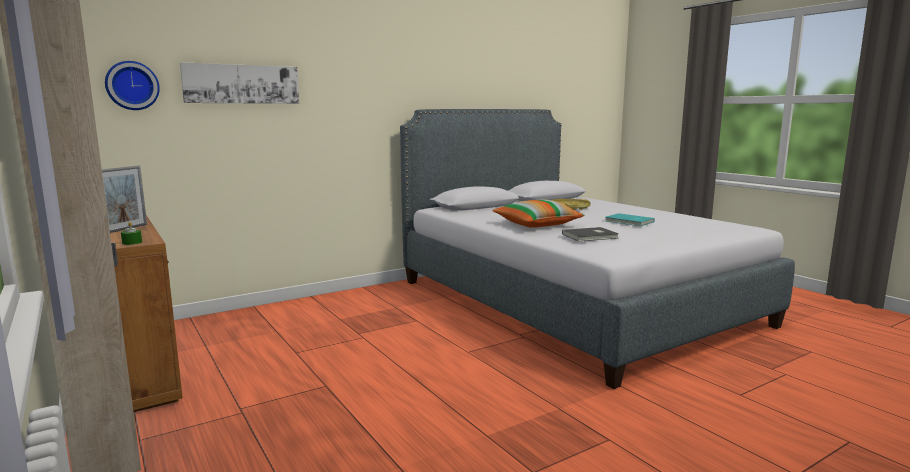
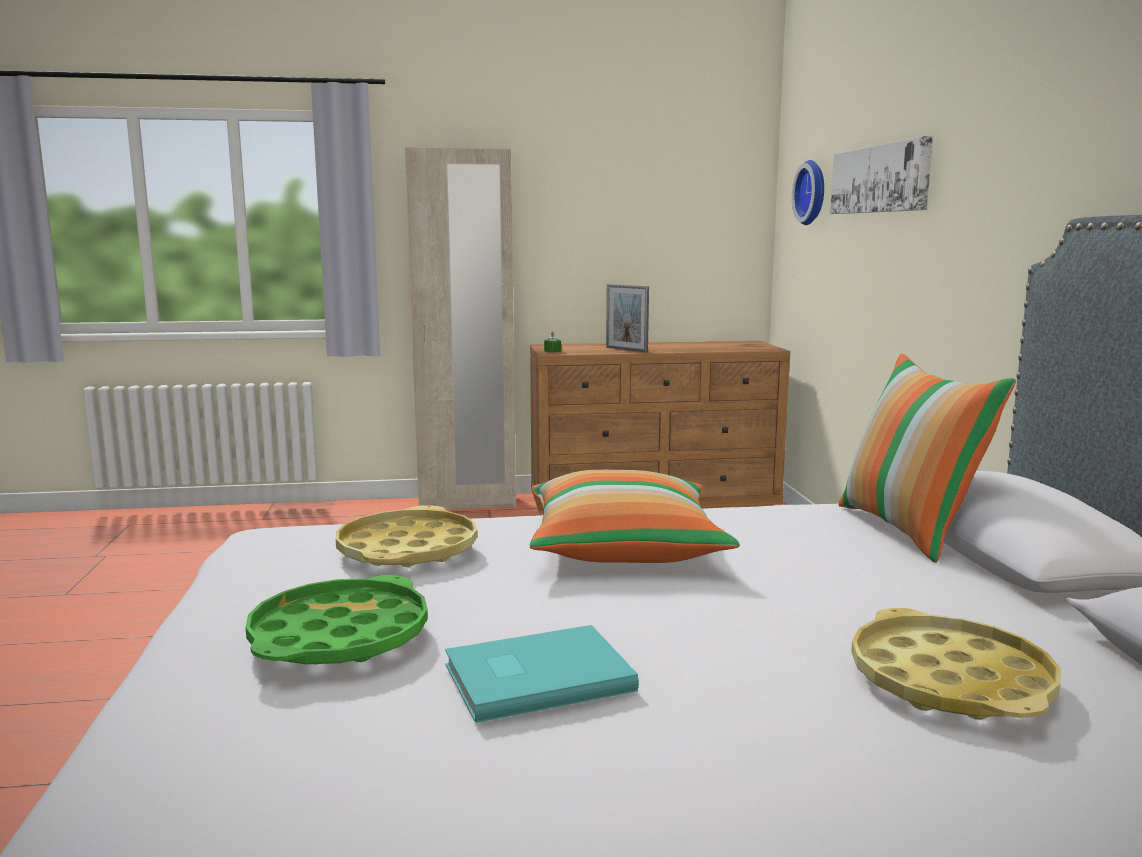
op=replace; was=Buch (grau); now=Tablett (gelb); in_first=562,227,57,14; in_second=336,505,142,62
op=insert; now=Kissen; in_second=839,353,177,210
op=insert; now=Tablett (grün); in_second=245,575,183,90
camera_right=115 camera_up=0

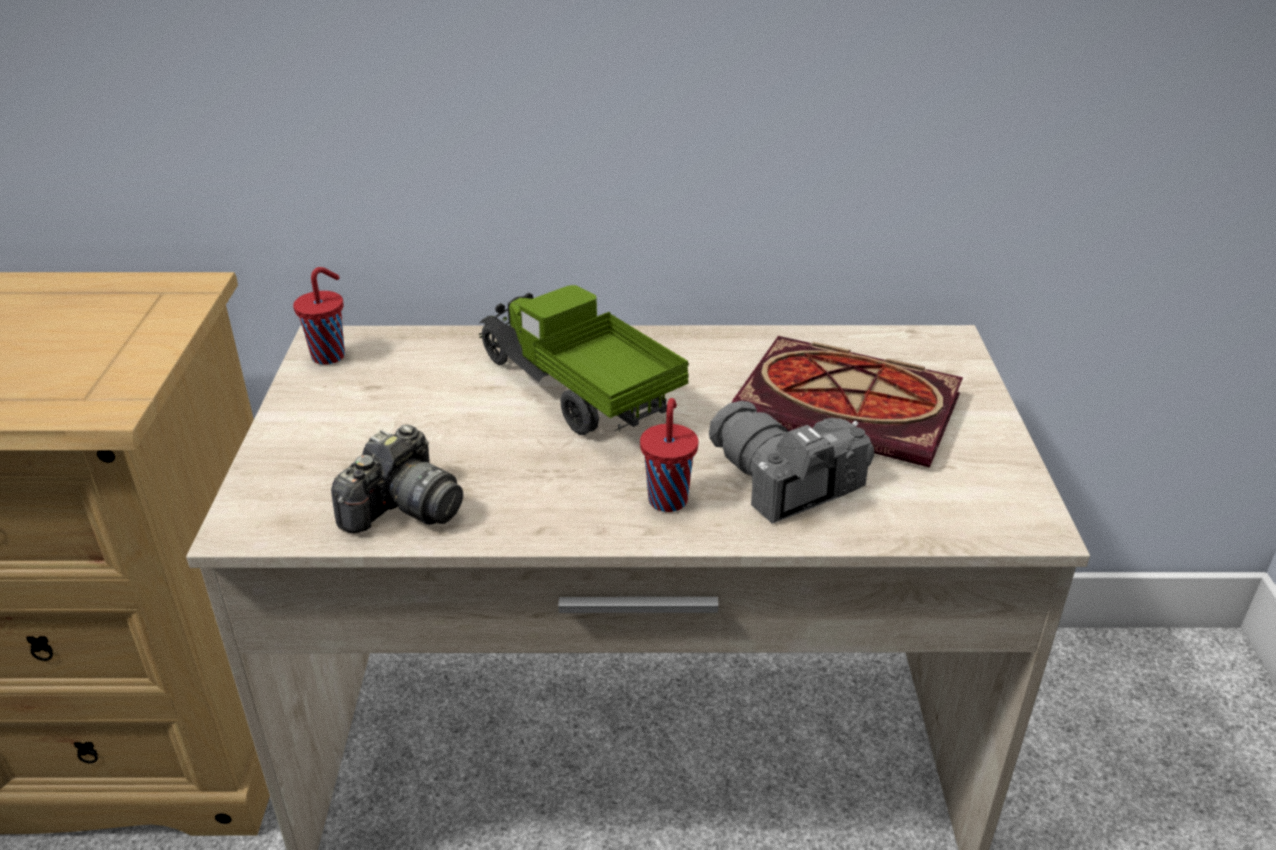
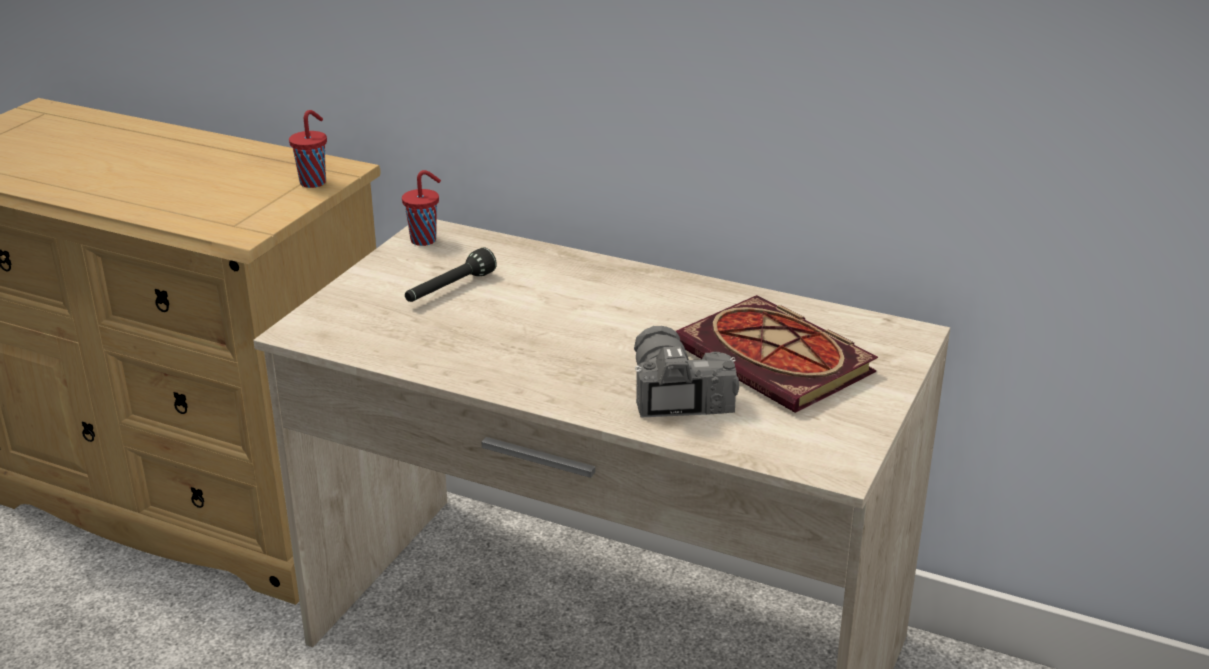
op=delete; was=Spielzeuglaster; in_first=479,285,210,150
op=move; was=Tasse (rot); in_first=640,398,58,114; in_second=289,110,38,78
op=delete; was=Kamera; in_first=331,425,132,109
op=insert; now=Taschenlampe (schwarz); in_second=405,247,92,55
camera_right=25 camera_up=-5

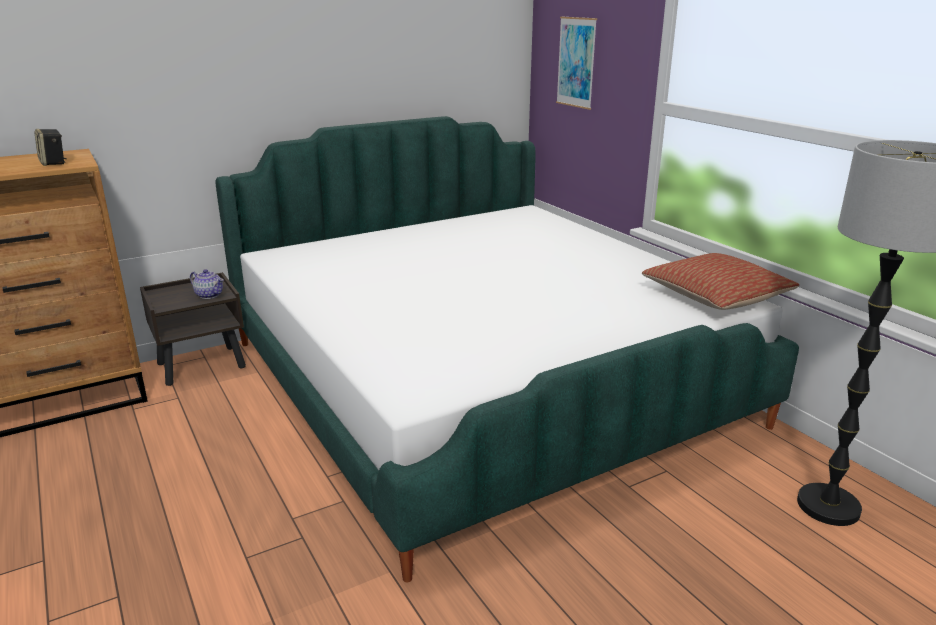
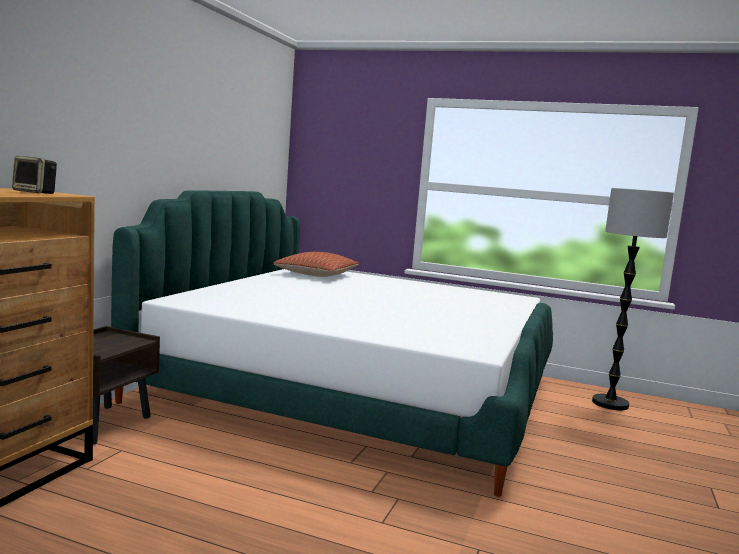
op=delete; was=Bild; in_first=556,17,41,93
op=move; was=Kissen; in_first=642,253,157,57; in_second=273,252,86,25
op=delete; was=Teekanne; in_first=190,269,34,30
camera_right=-40 camera_up=-15

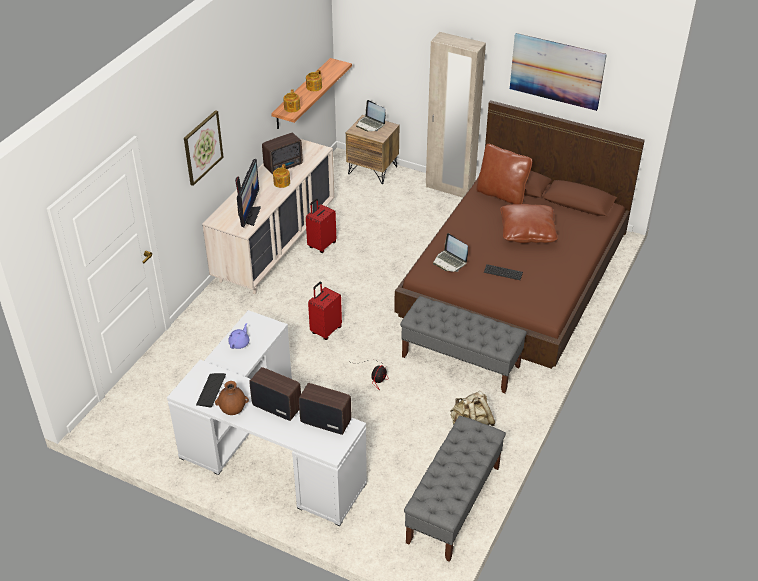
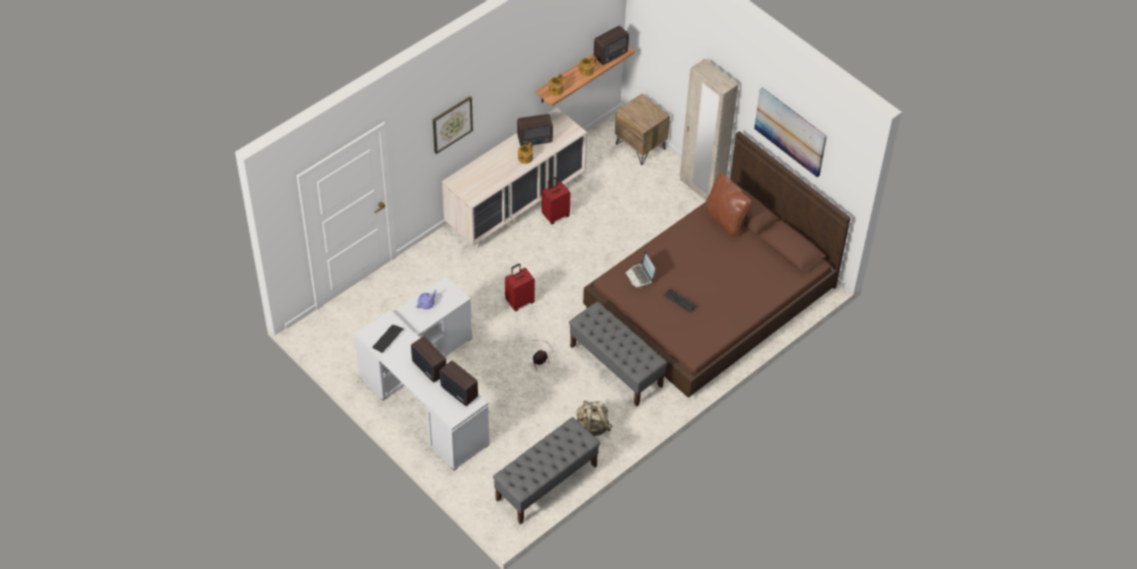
op=delete; was=Laptop; in_first=356,100,30,31
op=delete; was=Monitor; in_first=235,159,26,69
op=delete; was=Kissen (braun); in_first=500,204,58,39
op=delete; was=Vase (braun); in_first=215,381,34,34
op=insert; now=Radio; in_second=594,25,35,40
camera_right=20 camera_up=10

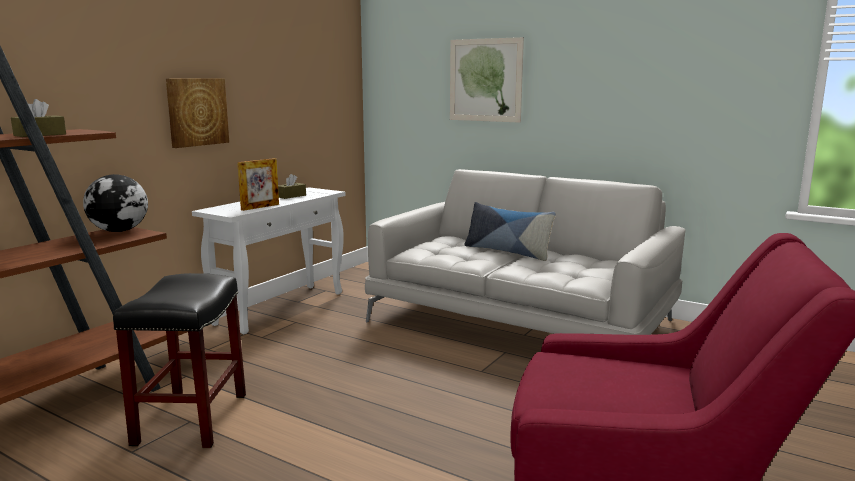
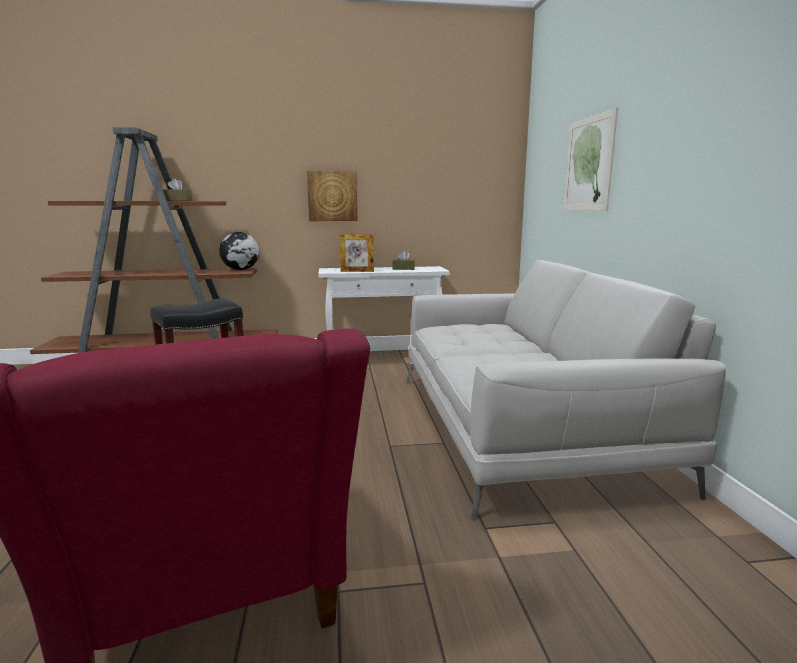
op=delete; was=Kissen; in_first=464,202,92,59
camera_right=50 camera_up=0

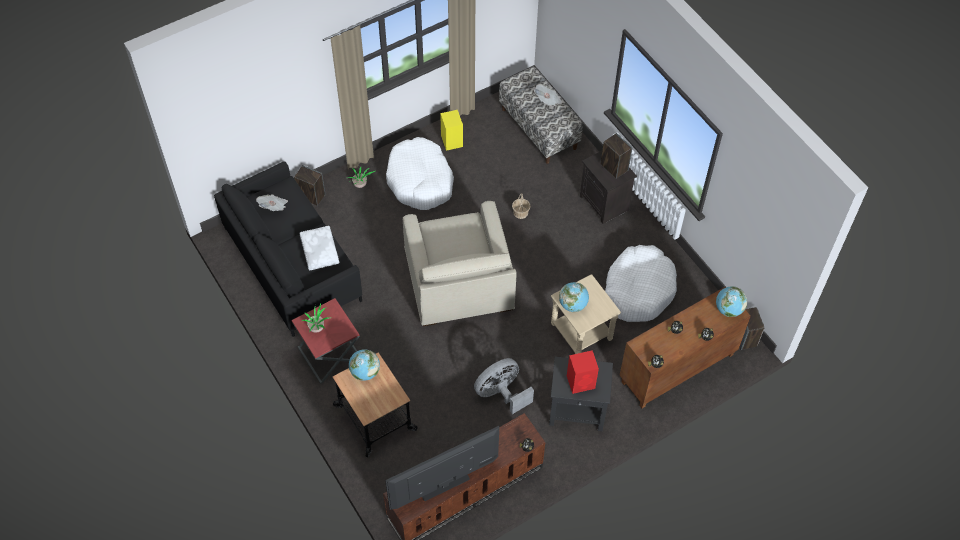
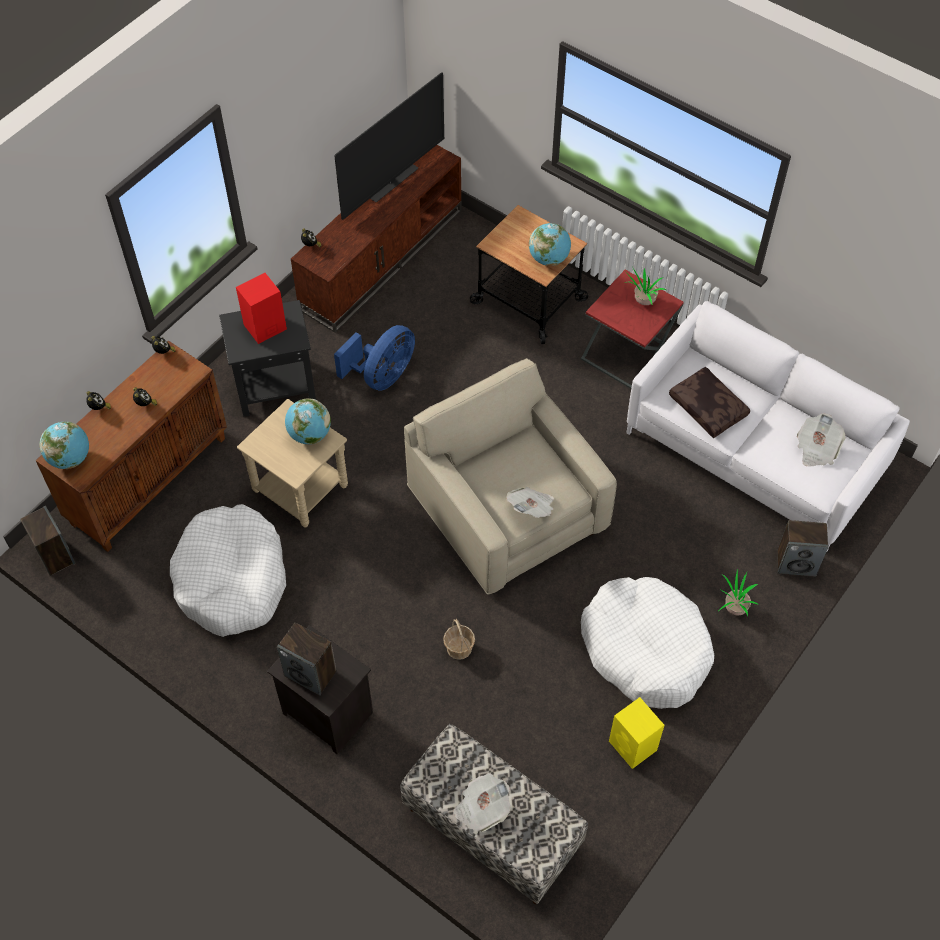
op=recolor; was=Sofa (schwarz); now=Sofa (weiß); in_first=214,161,148,176; in_second=626,301,284,250
op=recolor; was=Kissen (weiß); now=Kissen (braun); in_first=299,226,40,44; in_second=669,367,81,71
op=recolor; was=Ventilator (grau); now=Ventilator (blau); in_first=474,358,60,56; in_second=334,325,81,66
op=insert; now=Zeitung; in_second=506,487,48,31
camera_right=160 camera_up=0

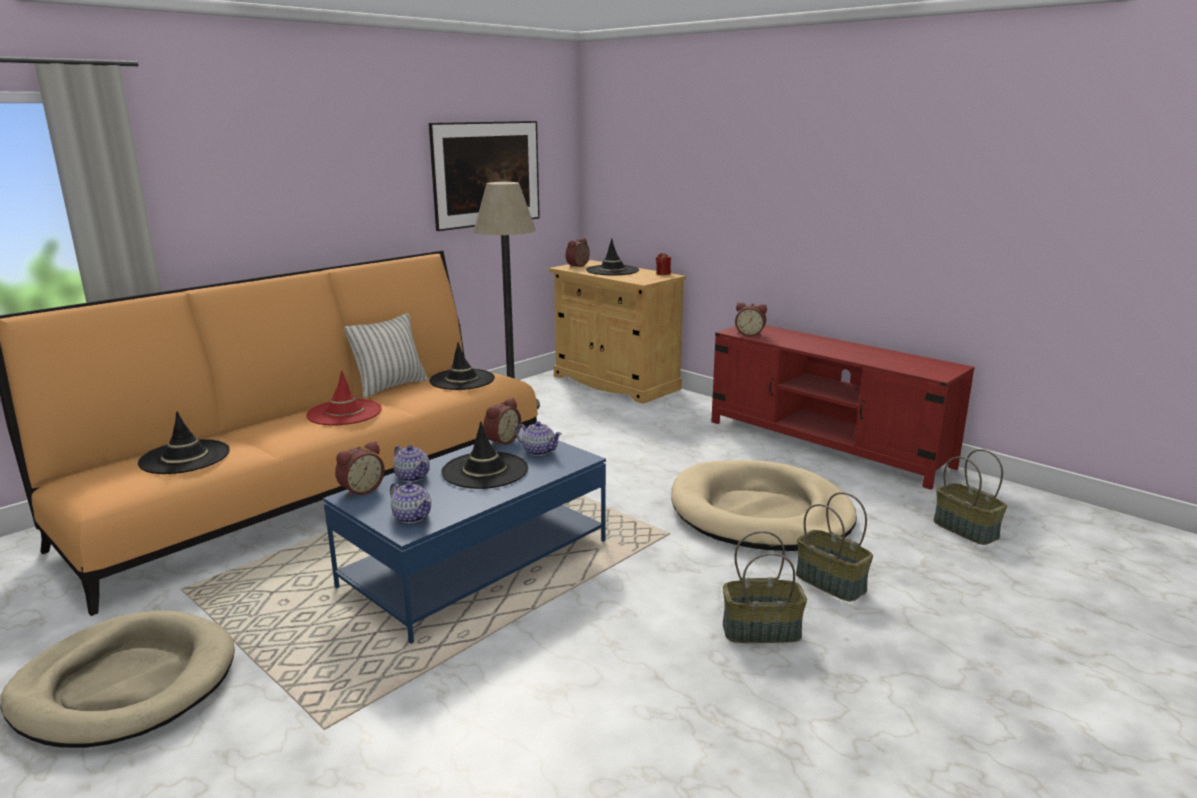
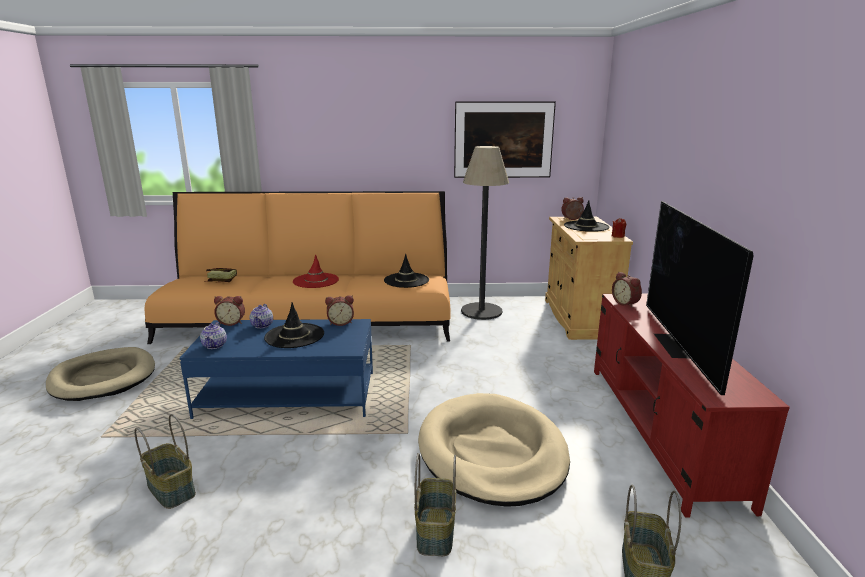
op=delete; was=Kissen; in_first=344,313,84,85
op=replace; was=Hut (schwarz); now=Buch; in_first=138,411,92,63; in_second=204,268,33,14
op=delete; was=Teekanne; in_first=515,421,47,35
op=move; was=Korb; in_first=723,531,84,112; in_second=134,414,62,95
op=insert; now=Fernseher; in_second=646,201,108,194
camera_right=45 camera_up=0

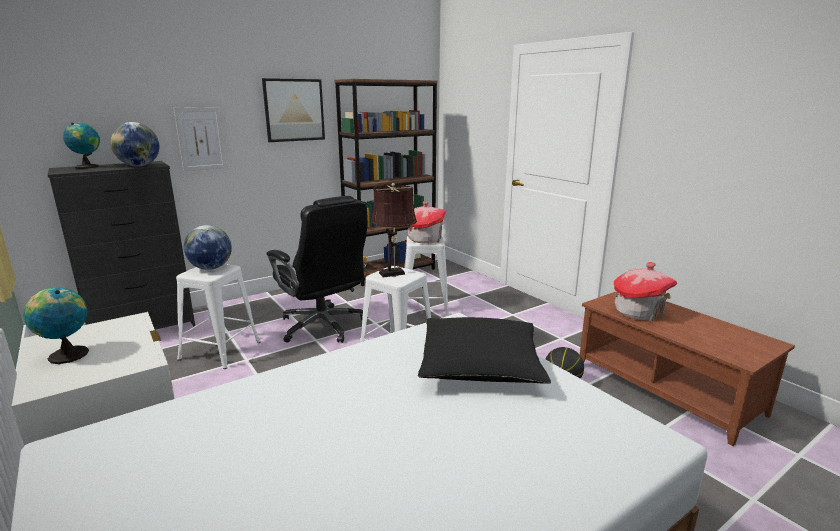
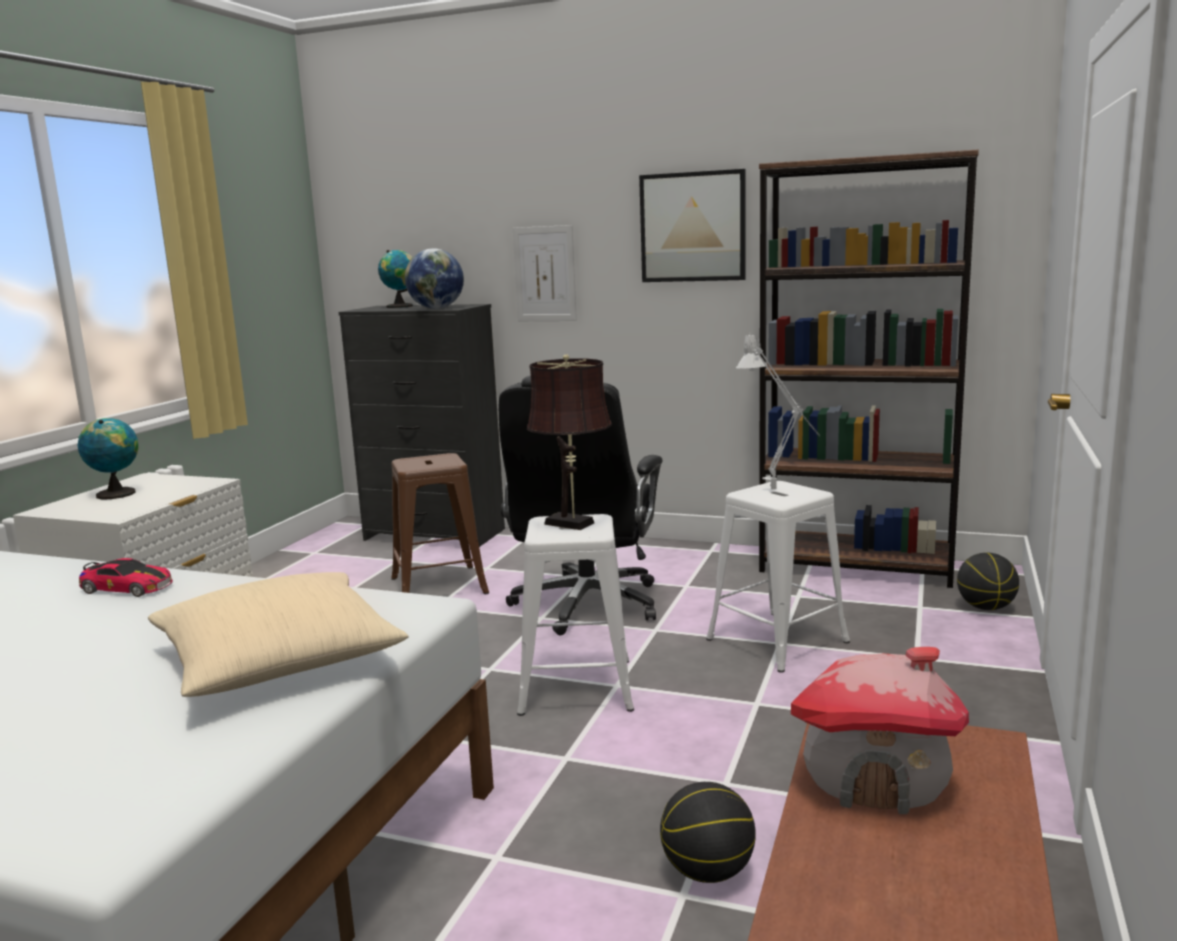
op=replace; was=Spielzeughaus; now=Tischlampe (grau); in_first=408,201,38,42; in_second=736,332,84,157
op=delete; was=Globus; in_first=184,225,48,45
op=recolor; was=Hocker (weiß); now=Hocker (braun); in_first=176,264,85,105; in_second=391,453,98,141
op=recolor; was=Kissen (schwarz); now=Kissen (beige); in_first=418,317,133,67; in_second=148,572,261,125
op=insert; now=Basketball; in_second=957,553,62,57
op=insert; now=Spielzeugauto; in_second=79,558,94,39
camera_right=55 camera_up=-5

